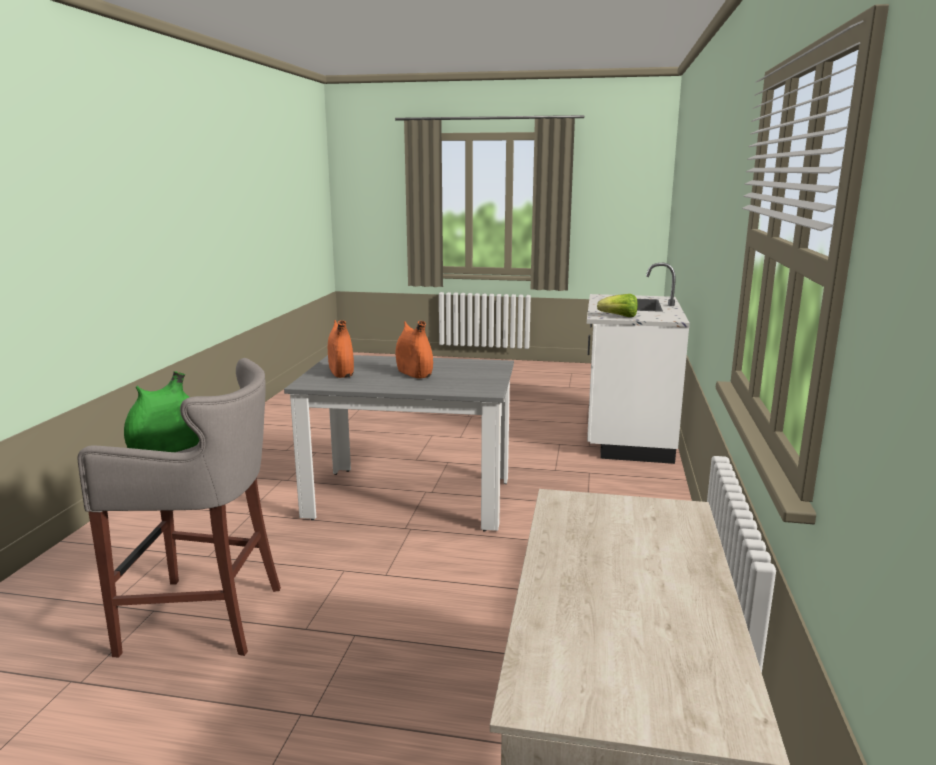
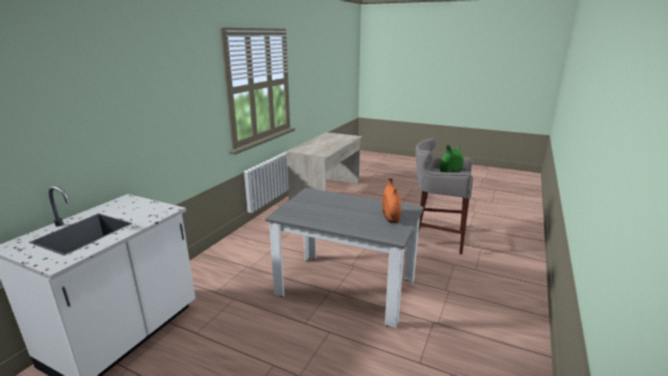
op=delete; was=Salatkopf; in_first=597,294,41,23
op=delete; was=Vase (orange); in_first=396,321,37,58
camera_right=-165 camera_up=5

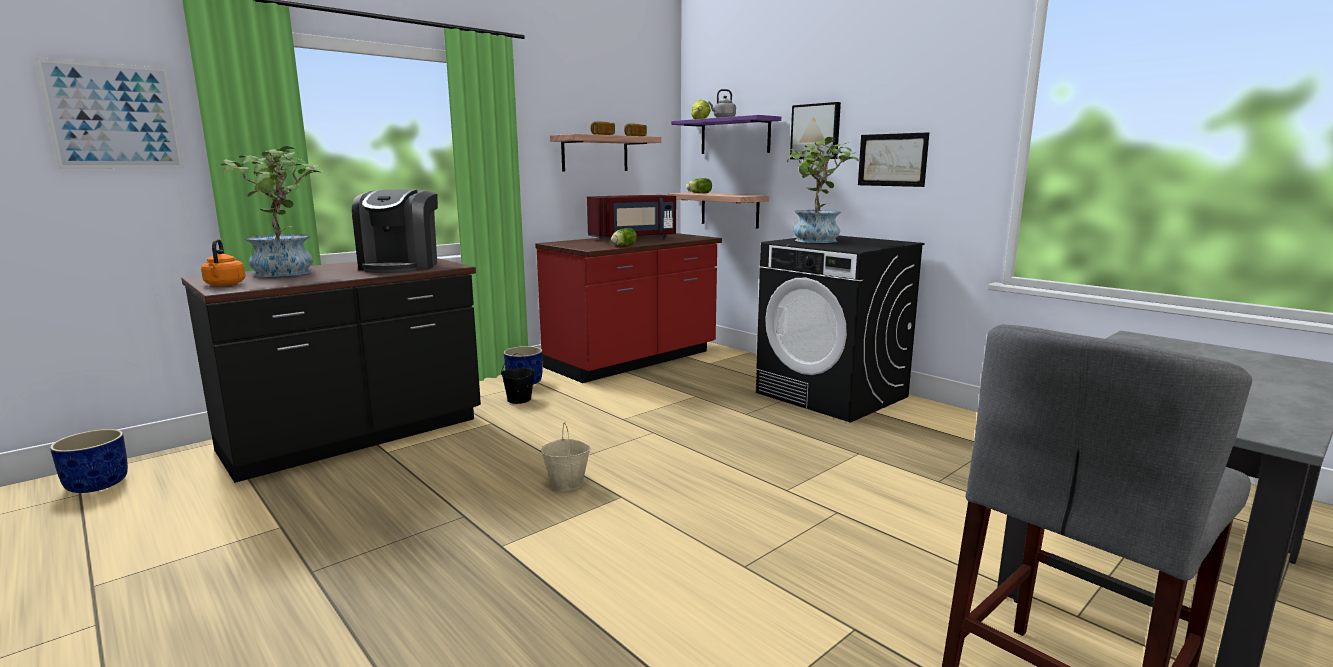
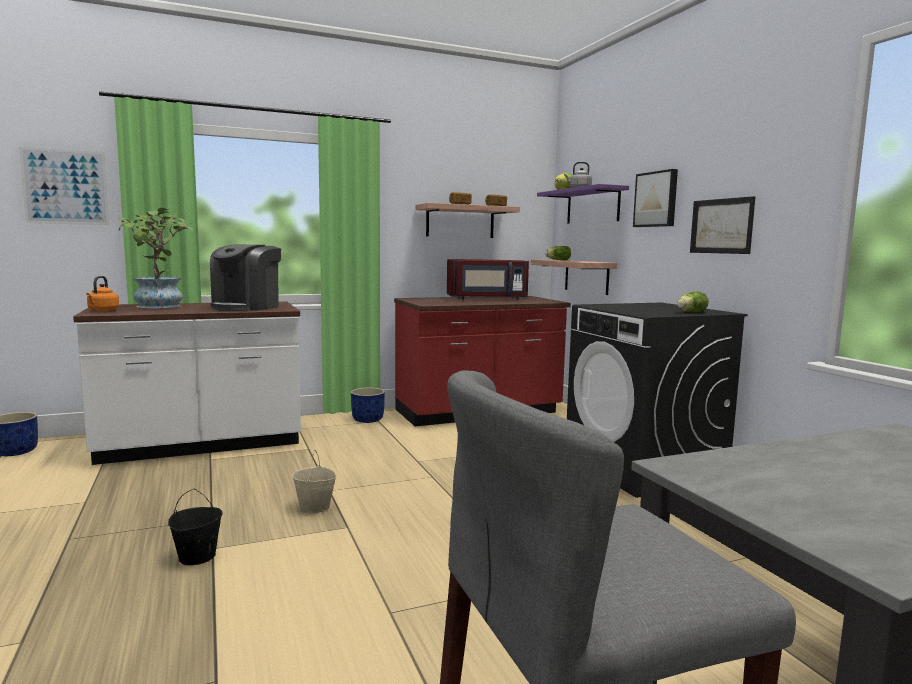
op=delete; was=Topfpflanze; in_first=787,137,72,106
op=move; was=Salatkopf; in_first=611,228,26,18; in_second=677,292,32,20
op=recolor; was=Küchenzeile (schwarz); now=Küchenzeile (weiß); in_first=181,258,300,225; in_second=73,301,228,164
op=move; was=Eimer (schwarz); in_first=501,353,34,51; in_second=168,489,55,76
camera_right=20 camera_up=-5

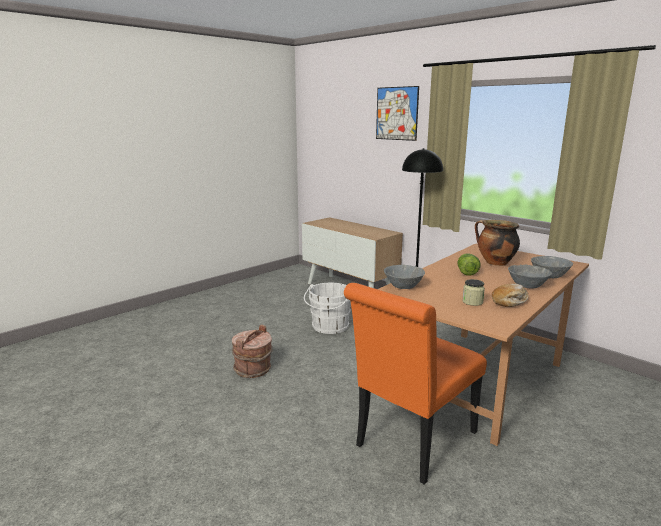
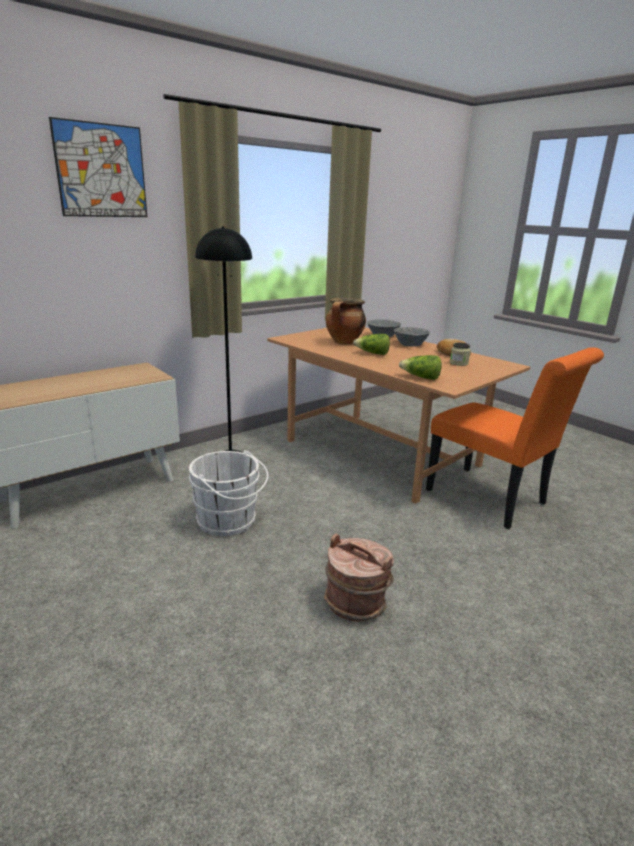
op=replace; was=Schüssel (grau); now=Salatkopf; in_first=384,265,41,24; in_second=399,355,43,25
camera_right=-85 camera_up=5

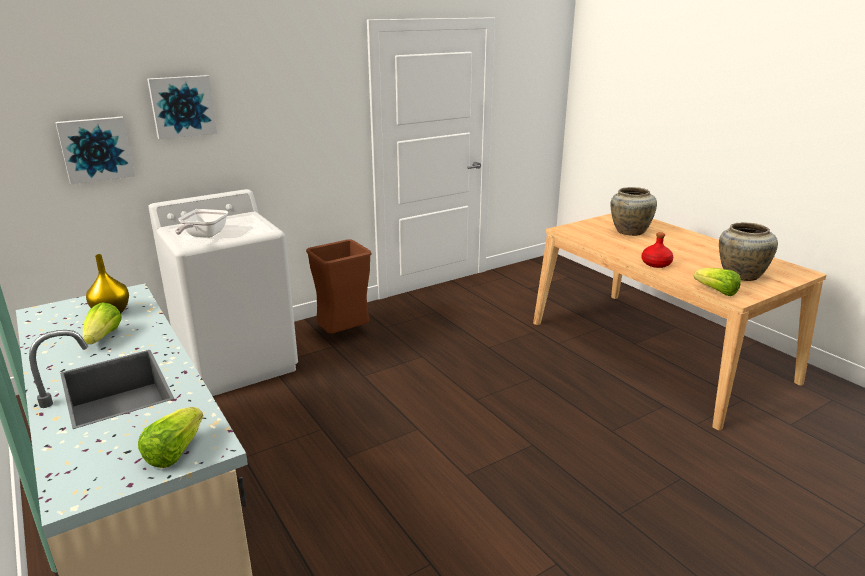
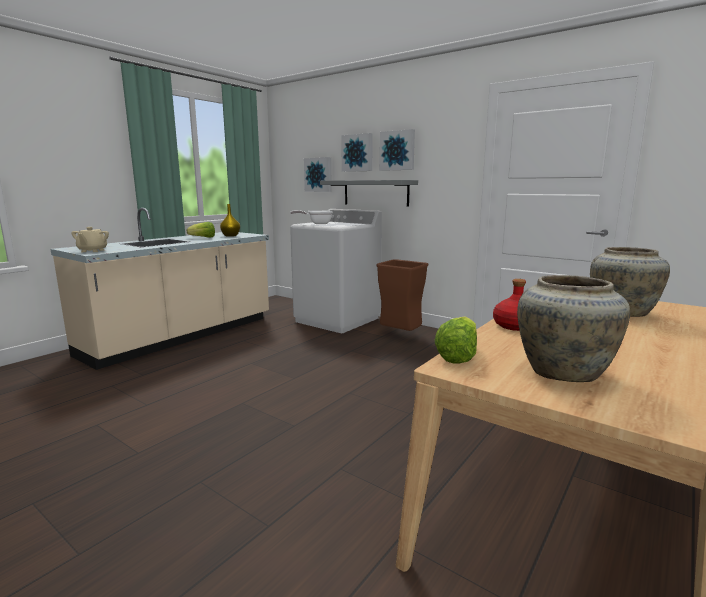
op=replace; was=Salatkopf; now=Teekanne (beige); in_first=138,407,65,61; in_second=71,227,38,25
op=insert; now=Bild; in_second=380,129,35,42
op=insert; now=Wandregal (grau); in_second=320,180,98,26
camera_right=70 camera_up=-10

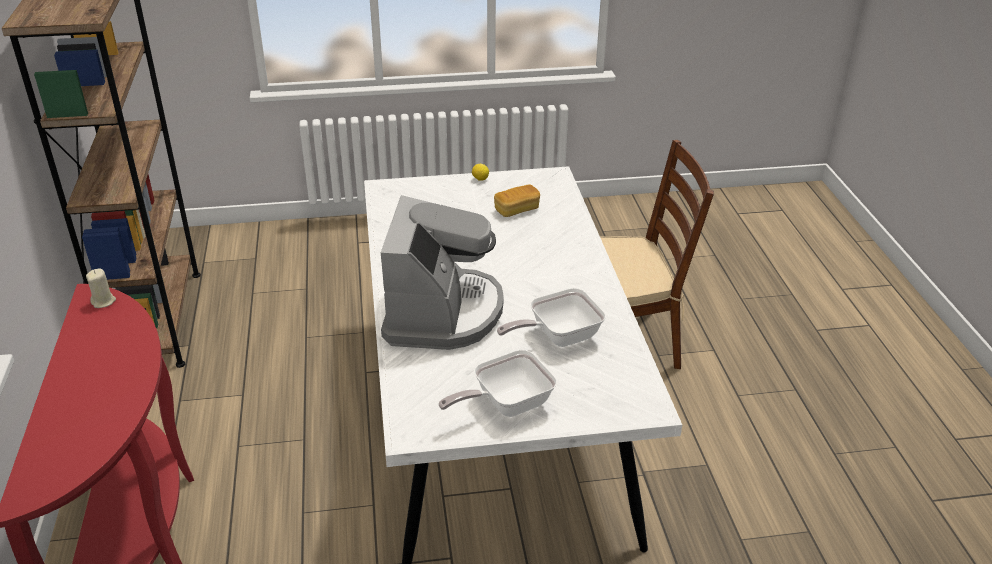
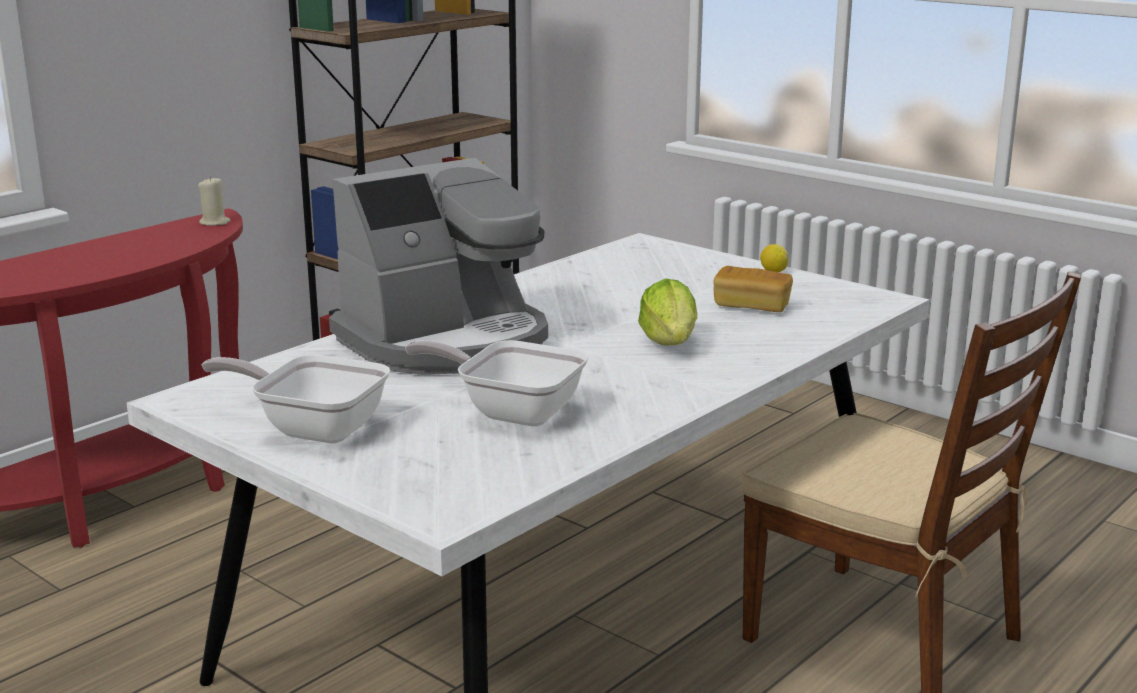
op=insert; now=Salatkopf; in_second=638,278,59,67
camera_right=50 camera_up=-15

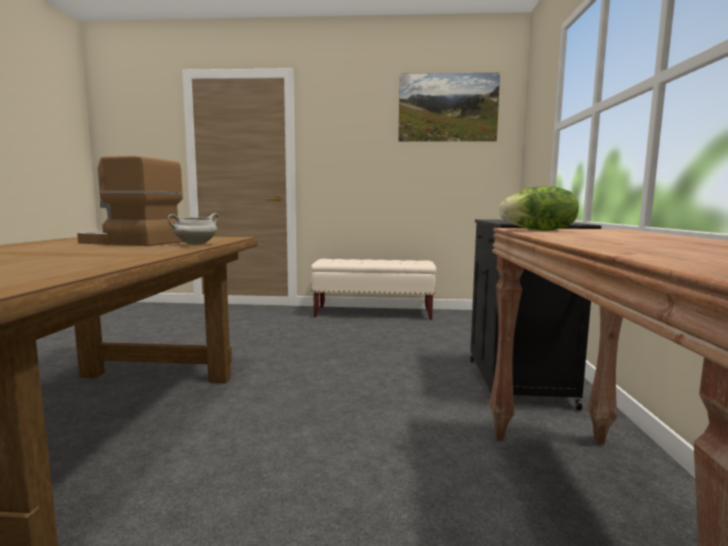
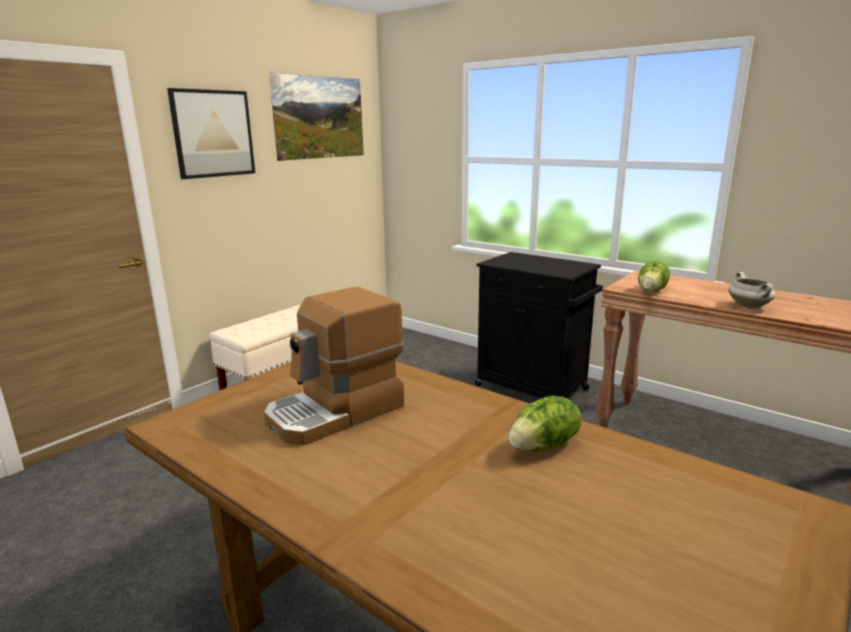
op=move; was=Kochtopf (weiß); in_first=168,213,51,32; in_second=728,272,47,37
op=insert; now=Bild; in_second=167,88,88,91
op=insert; now=Salatkopf; in_second=509,396,73,55
camera_right=-55 camera_up=10

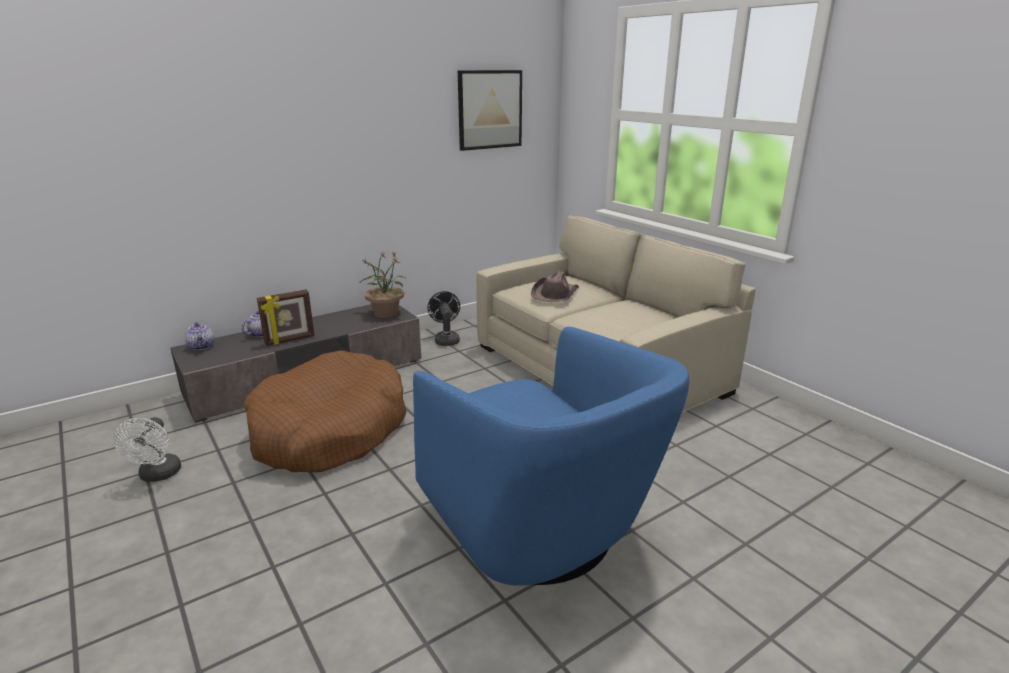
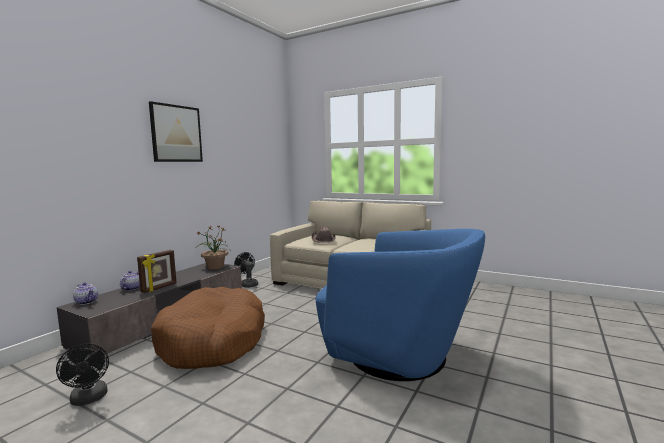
op=move; was=Bild; in_first=458,70,64,81; in_second=149,101,54,61
op=recolor; was=Ventilator (weiß); now=Ventilator (schwarz); in_first=113,417,68,65; in_second=56,344,53,62
camera_right=-25 camera_up=-15

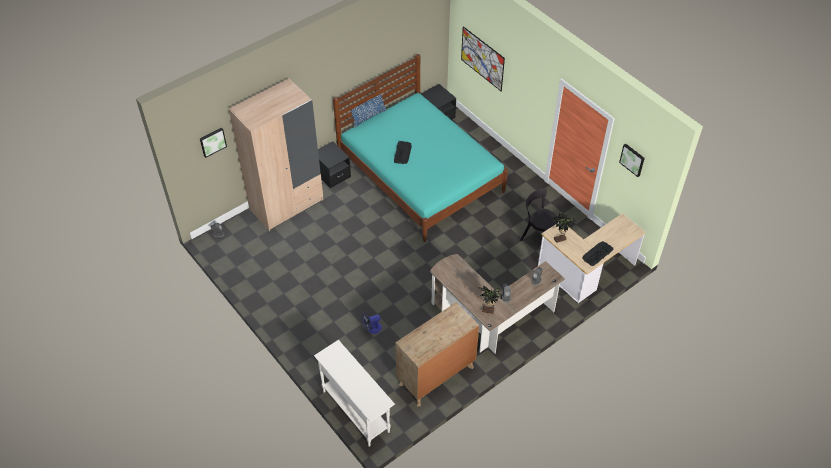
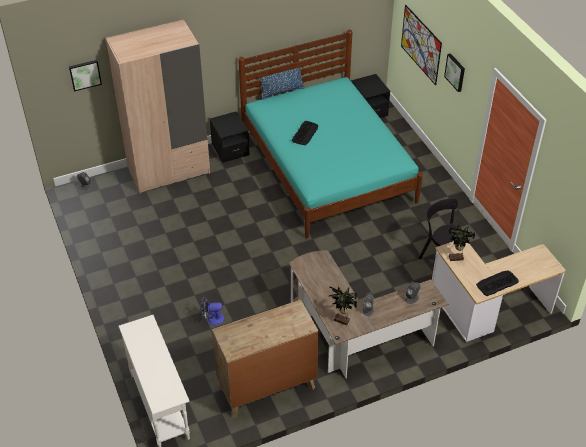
op=move; was=Bild; in_first=619,144,26,33; in_second=444,53,21,39
camera_right=15 camera_up=-5

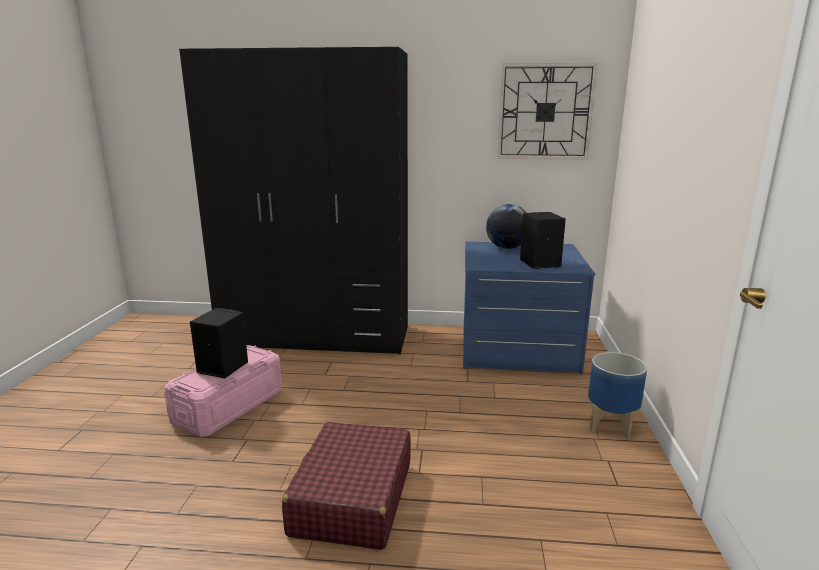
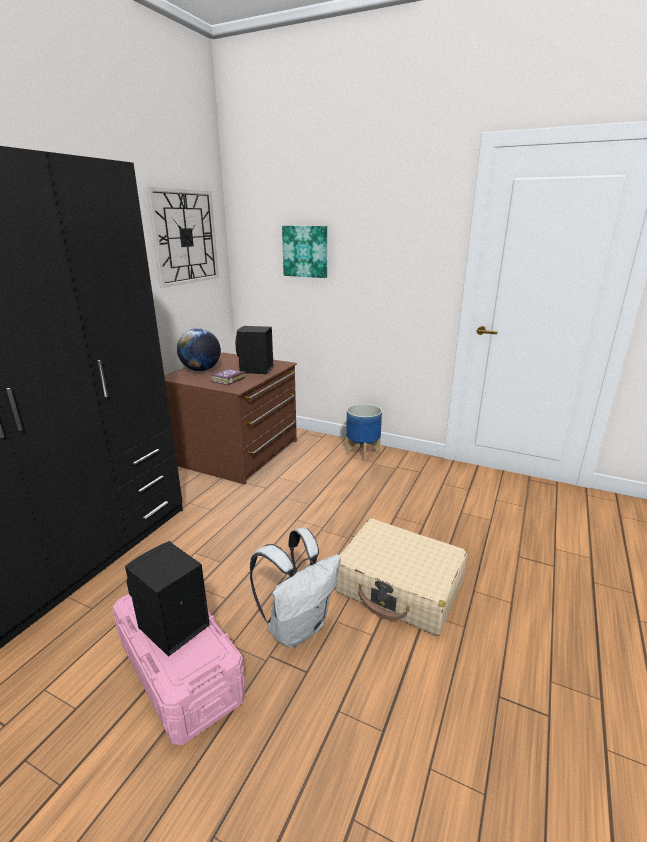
op=recolor; was=Kommode (blau); now=Kommode (braun); in_first=463,242,132,132; in_second=164,352,133,133
op=recolor; was=Koffer (rot); now=Koffer (beige); in_first=282,422,129,128; in_second=335,518,133,118
op=insert; now=Bild; in_second=282,226,45,52
op=insert; now=Buch; in_second=211,369,35,16
op=insert; now=Rucksack (weiß); in_second=250,527,91,120
camera_right=-70 camera_up=5

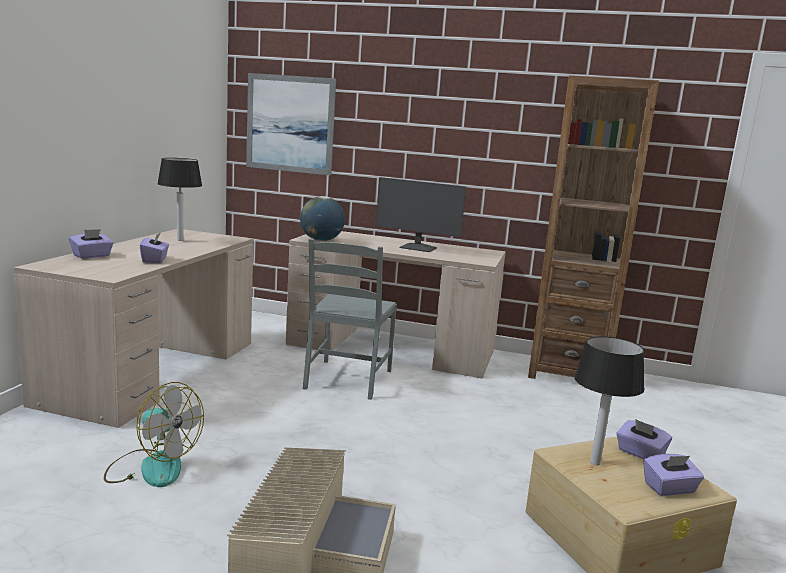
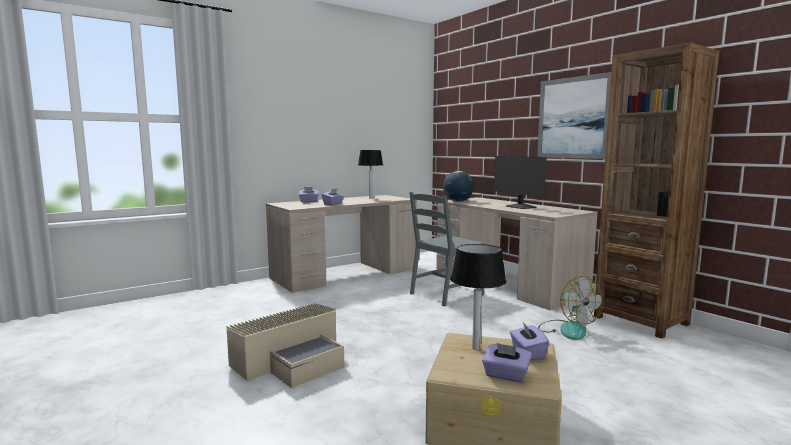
op=move; was=Bild; in_first=246,73,90,102; in_second=537,72,74,87
op=move; was=Ventilator; in_first=104,382,100,105; in_second=538,276,65,64
camera_right=40 camera_up=-5

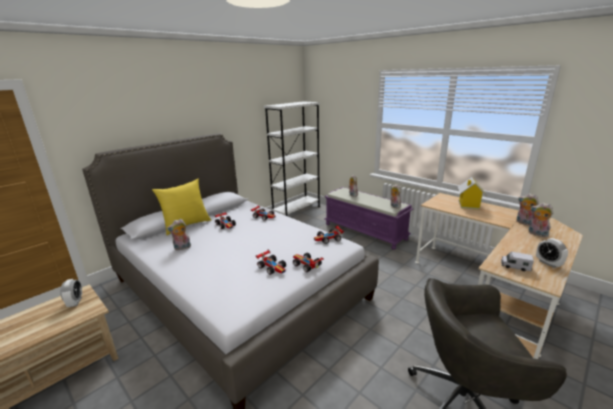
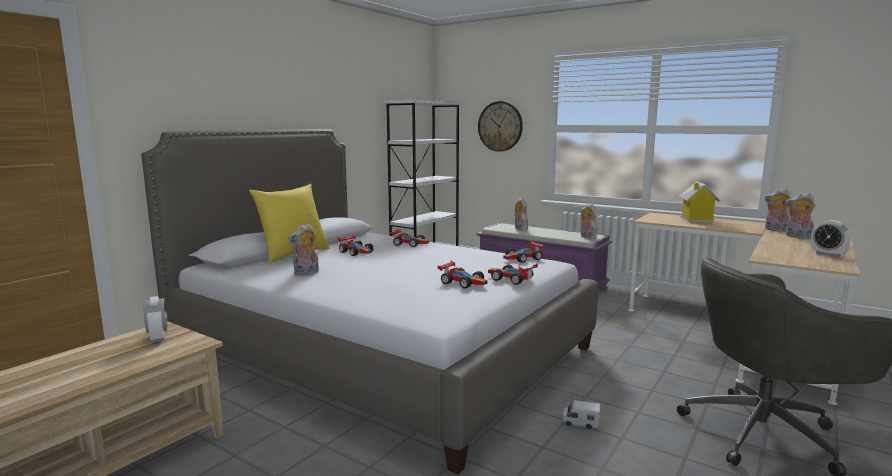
op=move; was=Spielzeuglaster; in_first=501,251,33,21; in_second=561,400,39,29
op=insert; now=Wanduhr; in_second=478,101,45,51
camera_right=-10 camera_up=-10

